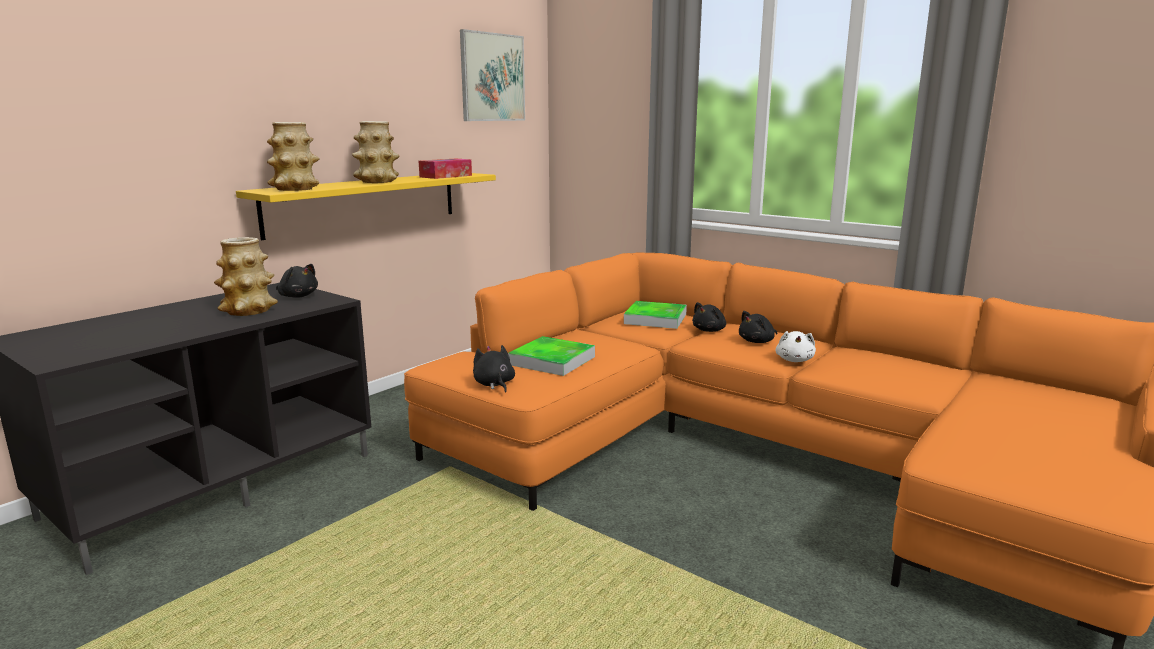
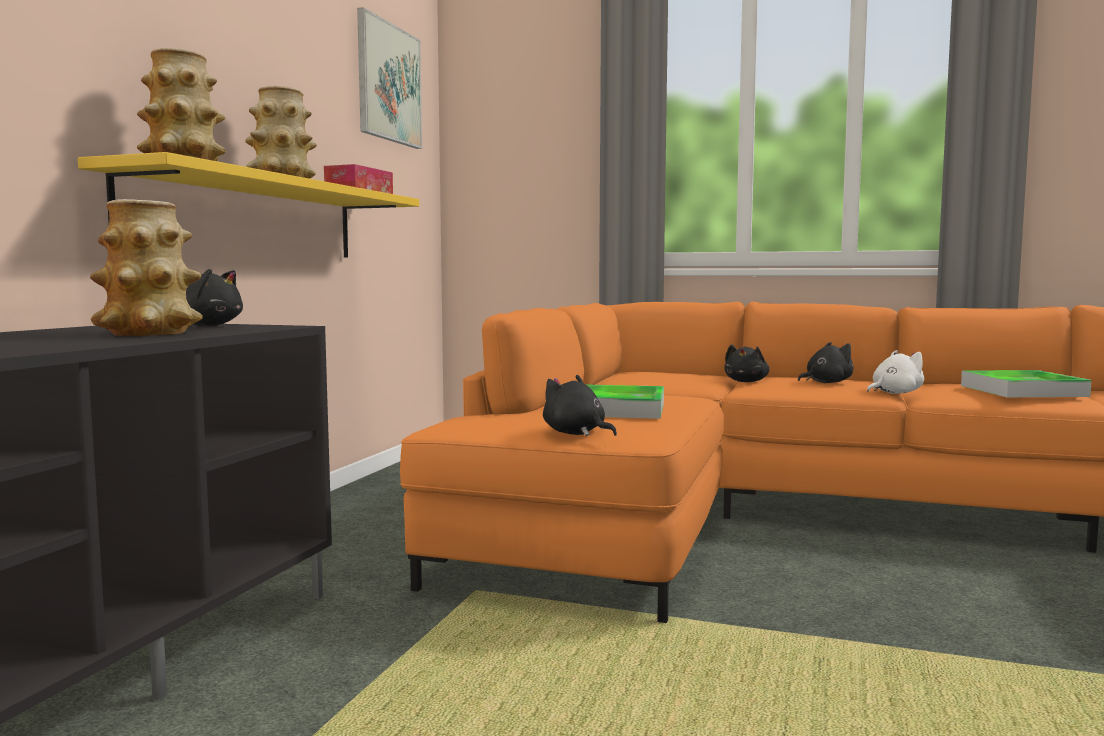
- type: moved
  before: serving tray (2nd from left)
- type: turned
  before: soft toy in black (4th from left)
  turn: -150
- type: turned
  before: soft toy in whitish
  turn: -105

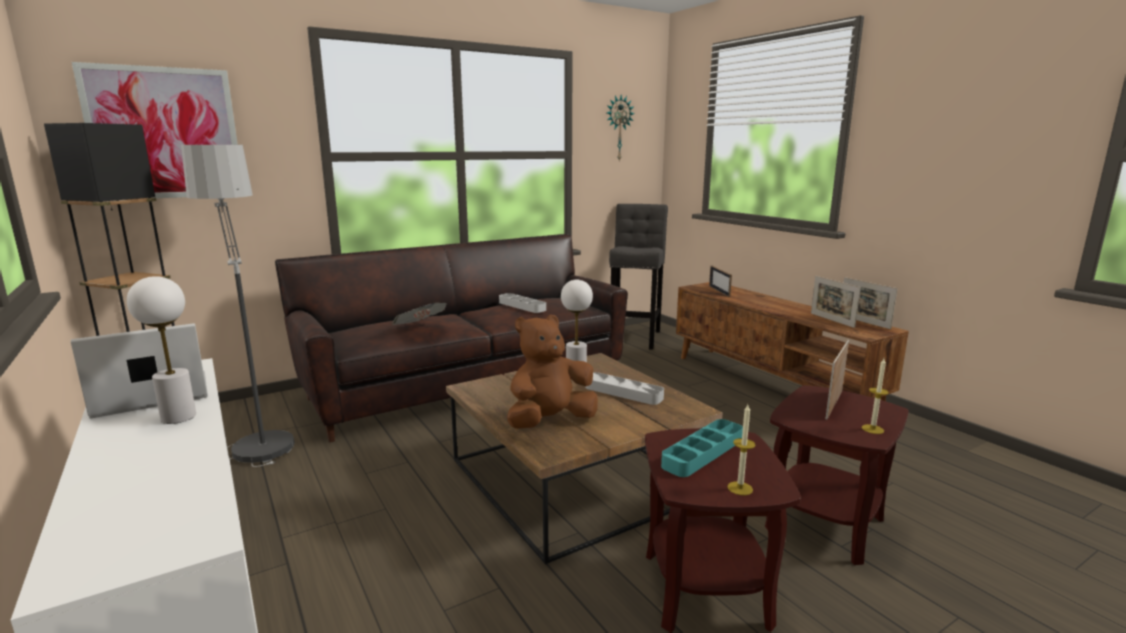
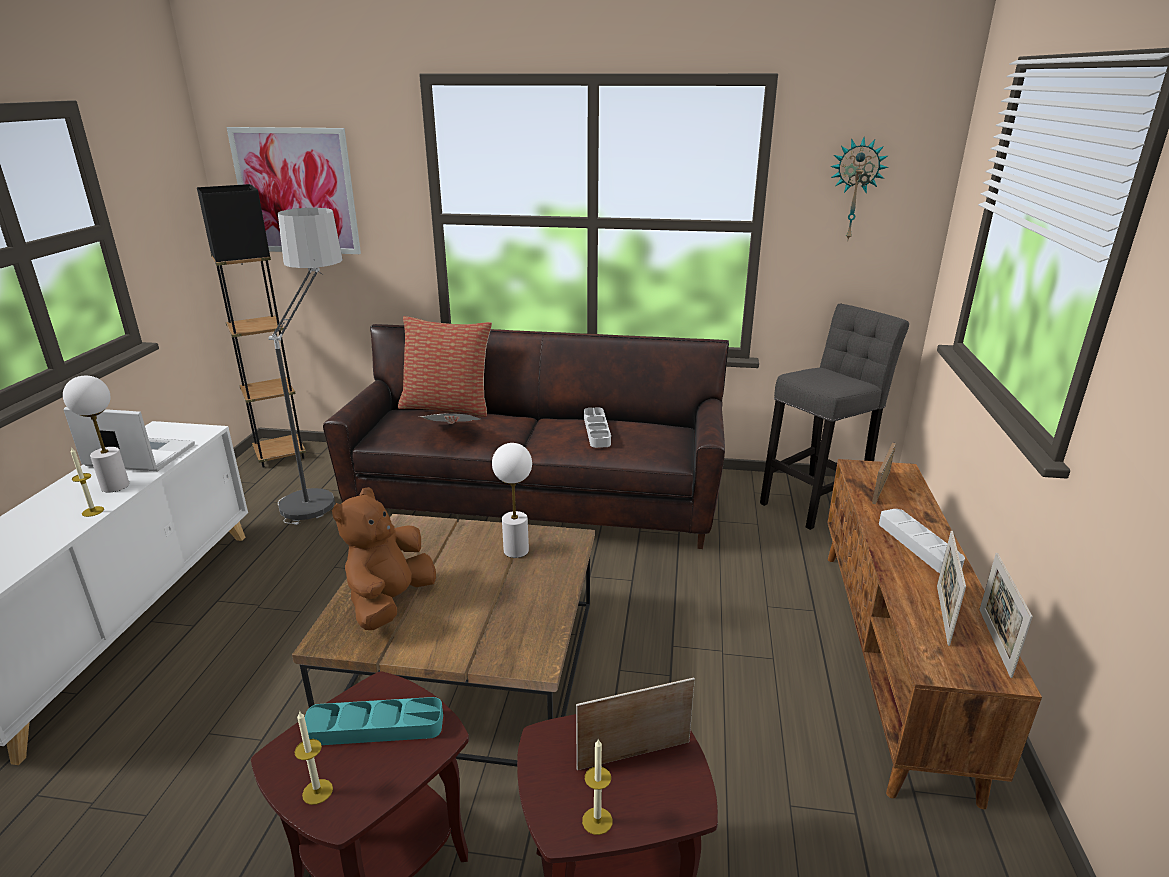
- type: turned
  before: soft toy in brown
  turn: -75
- type: moved
  before: serving tray in grey (2nd from left)
- type: added
  after: throw pillow
- type: added
  after: wax light (1st from left)

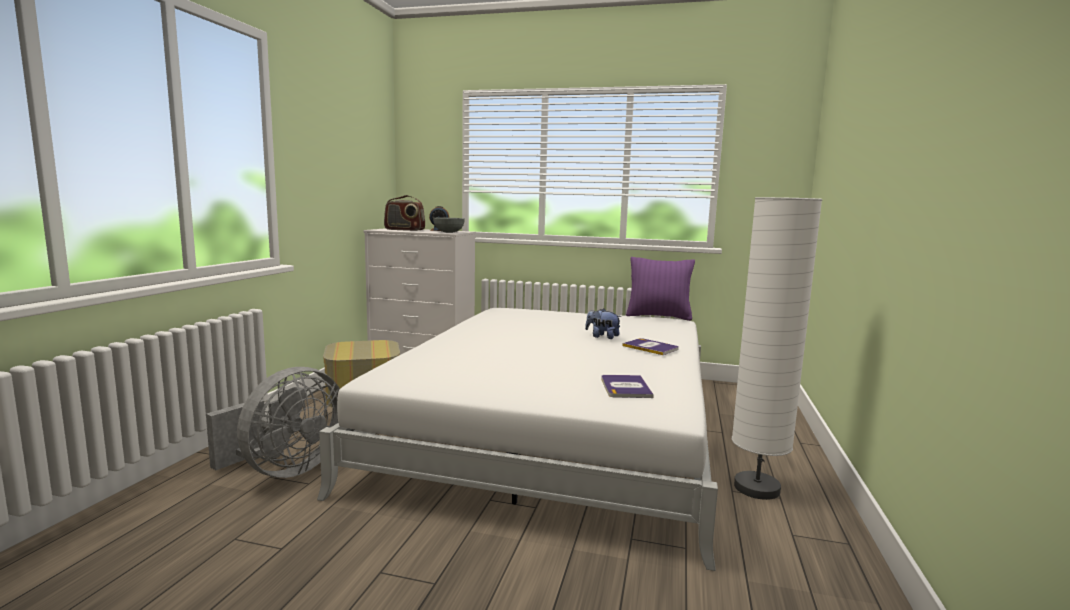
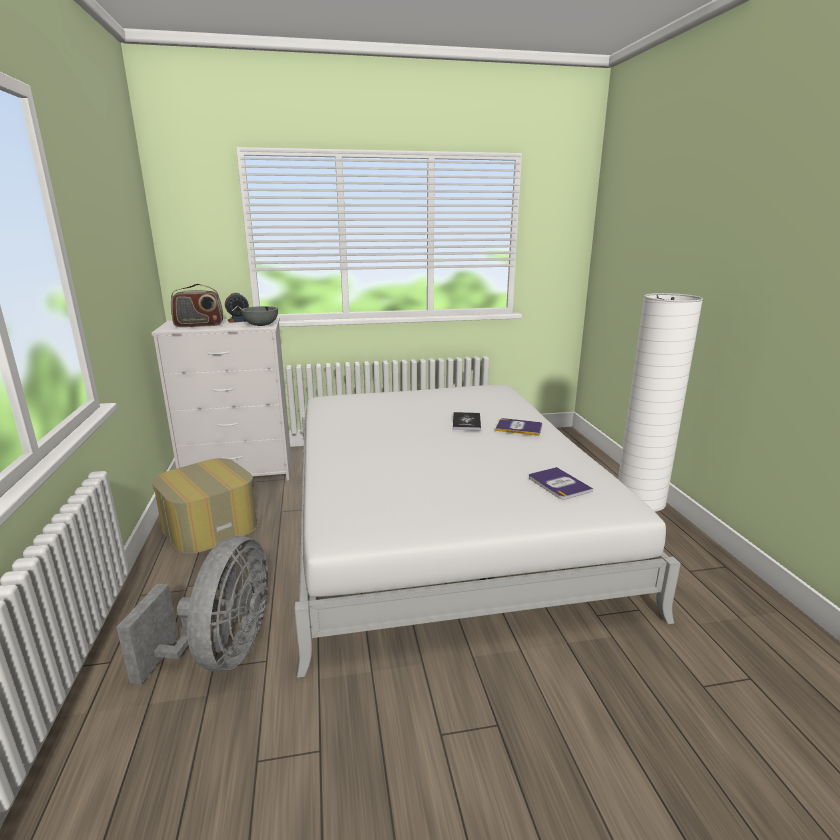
- type: removed
  before: throw pillow in purple-coloured
- type: replaced
  before: soft toy
  after: volume (1st from left)

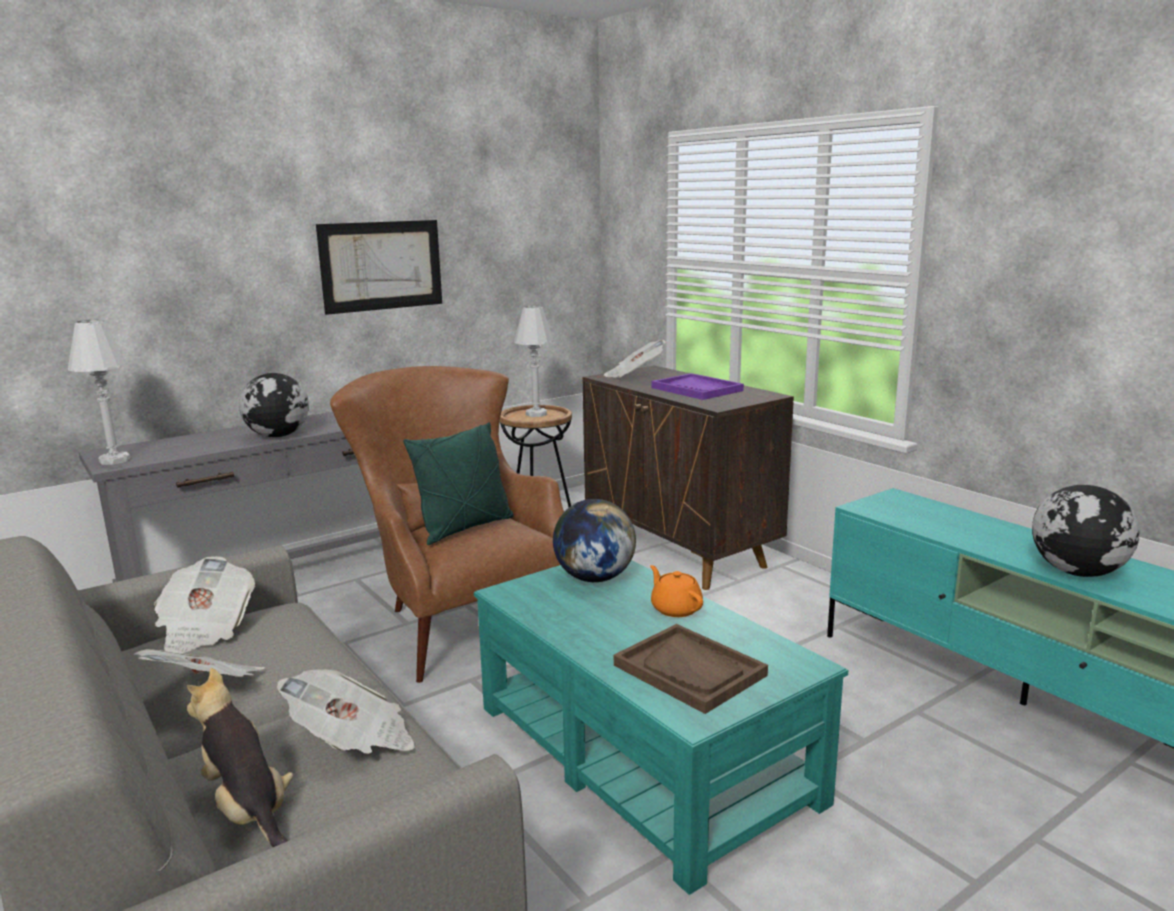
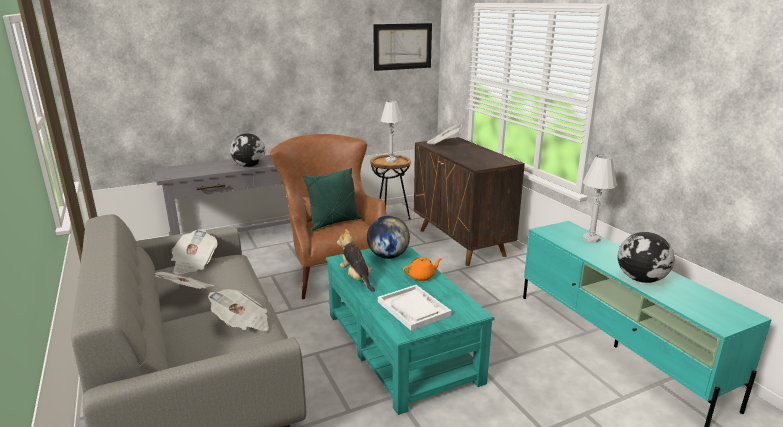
- type: moved
  before: wall picture
- type: moved
  before: table lamp in whitish (1st from left in the first image)
  after: table lamp in whitish (2nd from left)
- type: removed
  before: serving tray in purple-coloured
- type: turned
  before: teapot in orange-coloured
  turn: 90
- type: recoloured
  before: serving tray in brown
  after: serving tray in whitish
- type: moved
  before: soft toy

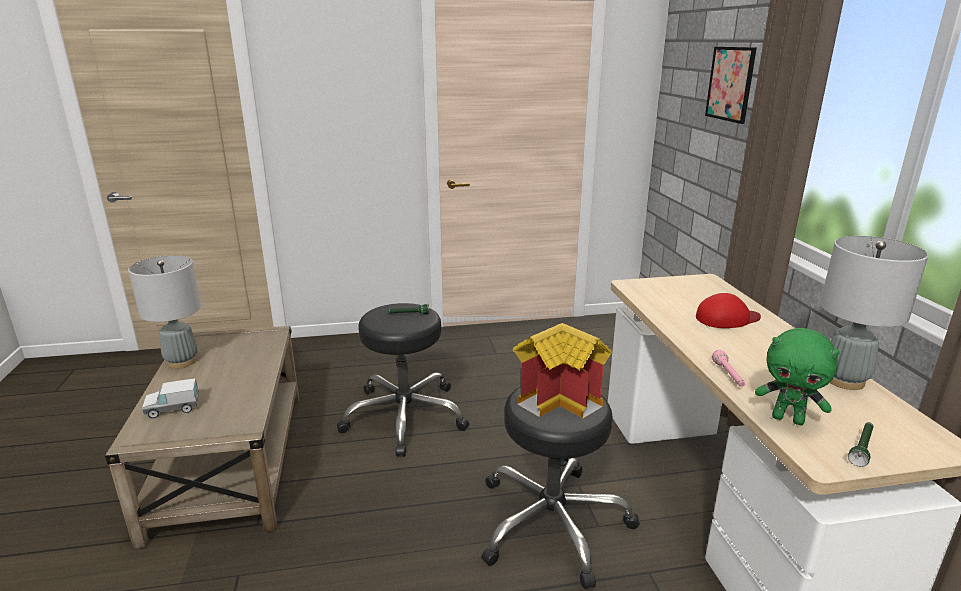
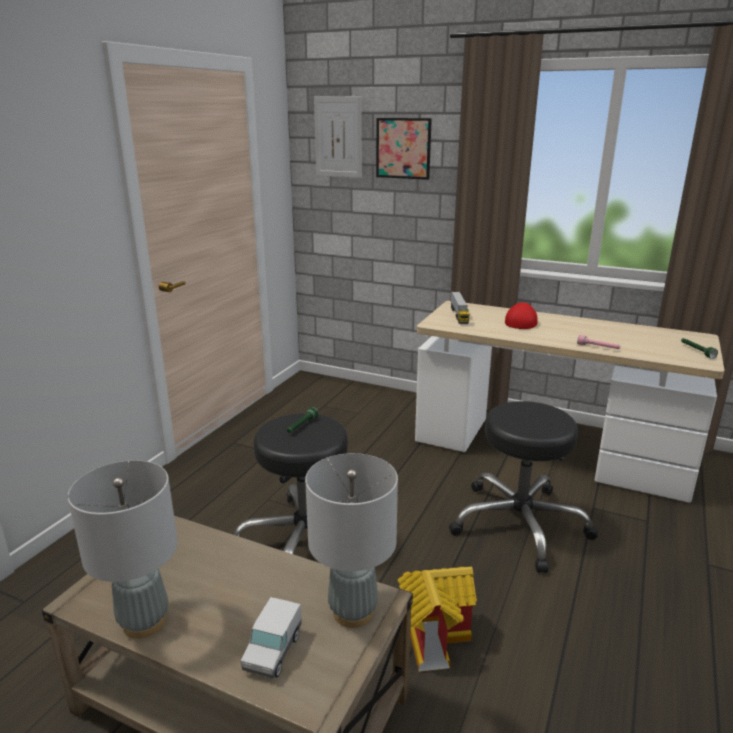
- type: moved
  before: table lamp in grey (2nd from left)
- type: moved
  before: model house
- type: removed
  before: soft toy in green-coloured
- type: added
  after: wall picture (1st from left)
- type: added
  after: toy lorry (2nd from left)

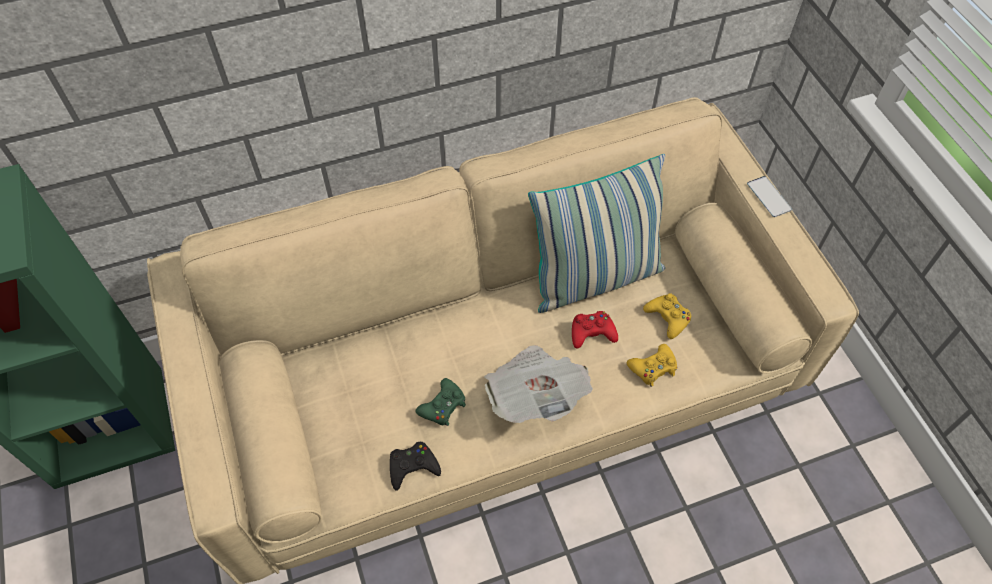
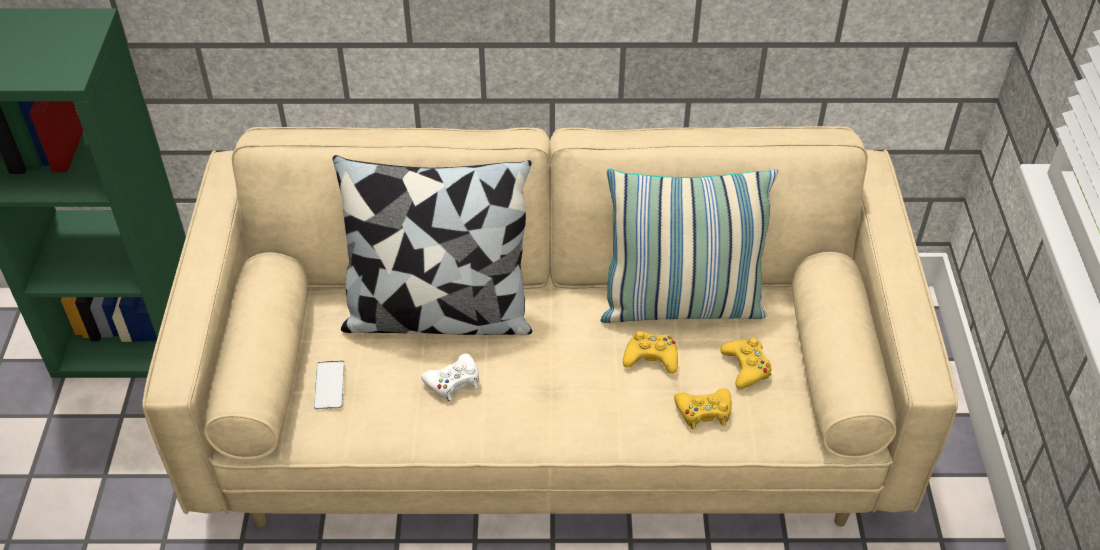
- type: moved
  before: handset
- type: recoloured
  before: game controller in red-coloured
  after: game controller in yellow-coloured (1st from left)
- type: removed
  before: printed paper
- type: recoloured
  before: game controller in green-coloured
  after: game controller in whitish
- type: removed
  before: game controller in black
- type: added
  after: throw pillow (1st from left)

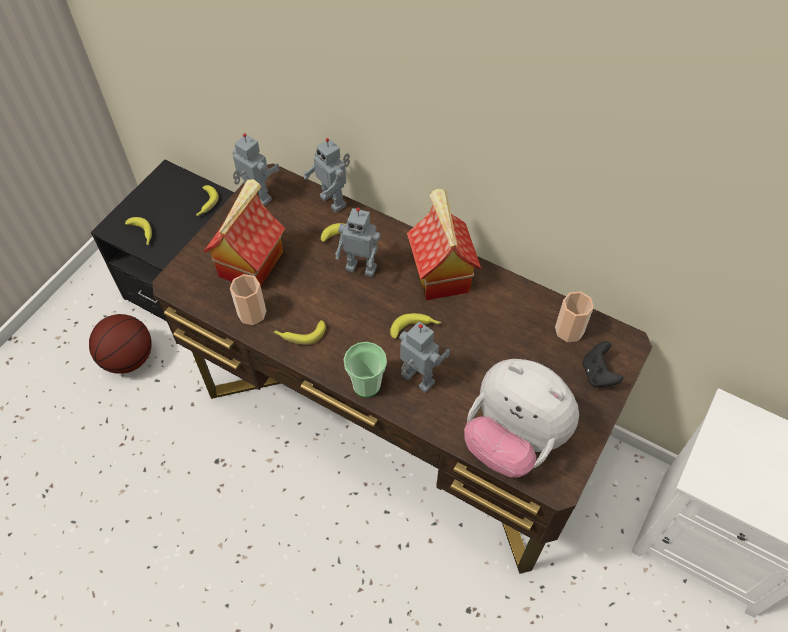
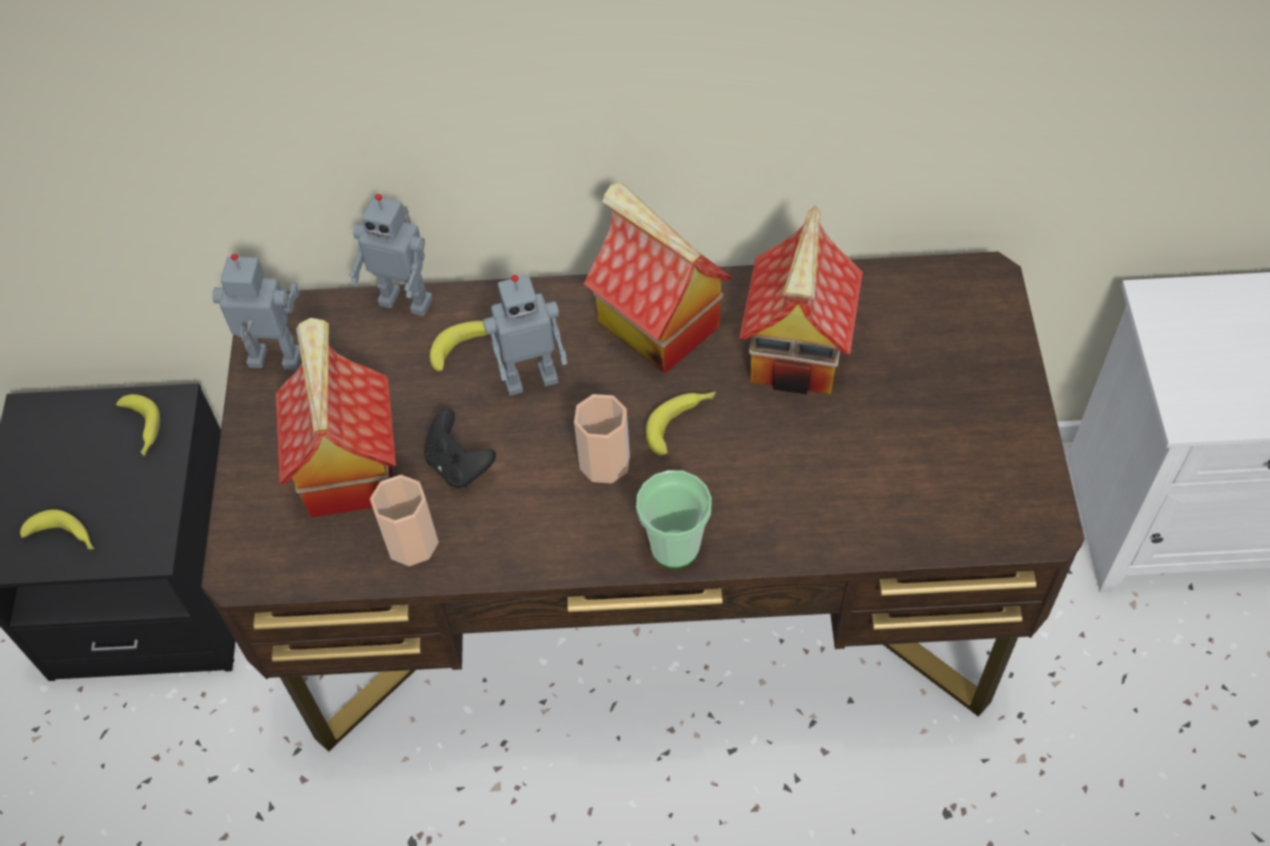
- type: moved
  before: drinking cup (3rd from left in the first image)
  after: drinking cup (2nd from left)
- type: removed
  before: basketball ball
- type: removed
  before: banana fruit (3rd from left)
- type: removed
  before: robot figure (4th from left)
- type: moved
  before: game controller in black
- type: removed
  before: soft toy
- type: added
  after: model house (3rd from left)

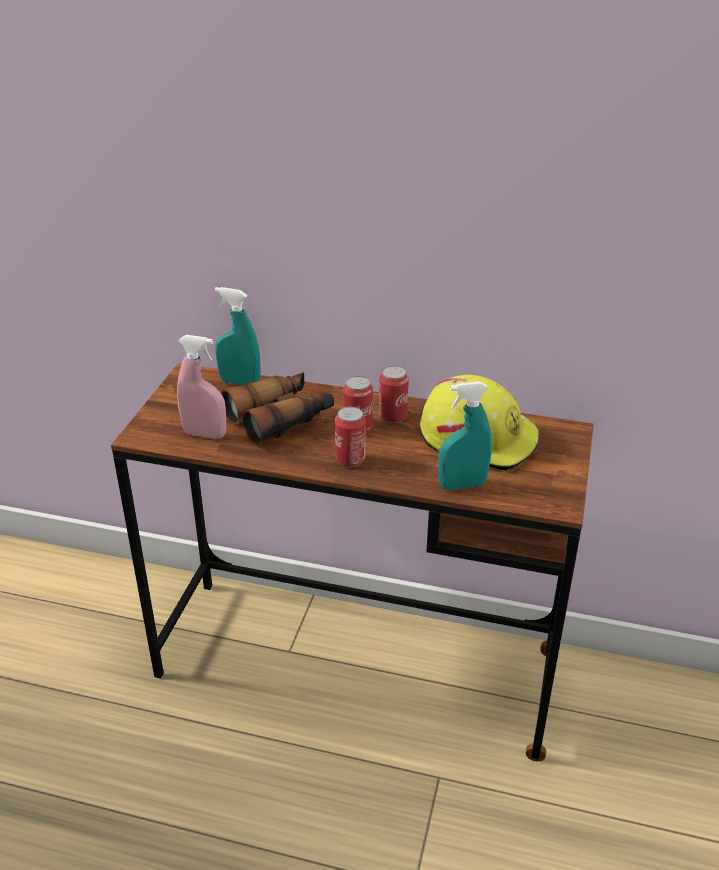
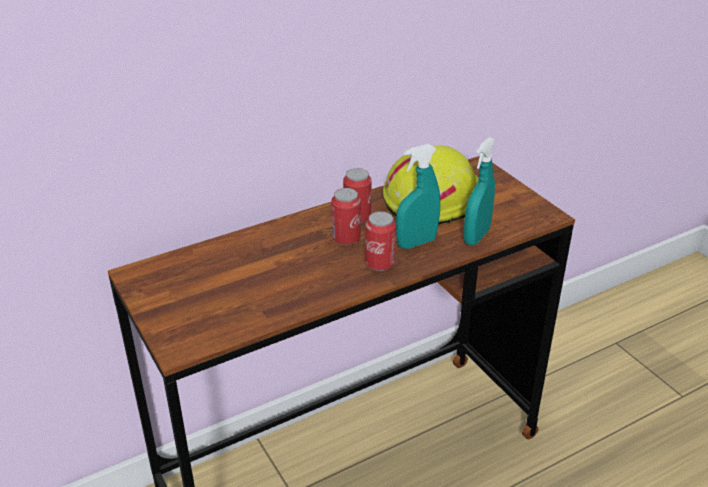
- type: moved
  before: hand sprayer in turquoise-coloured (1st from left)
- type: removed
  before: hand sprayer in pink
- type: removed
  before: field glasses

